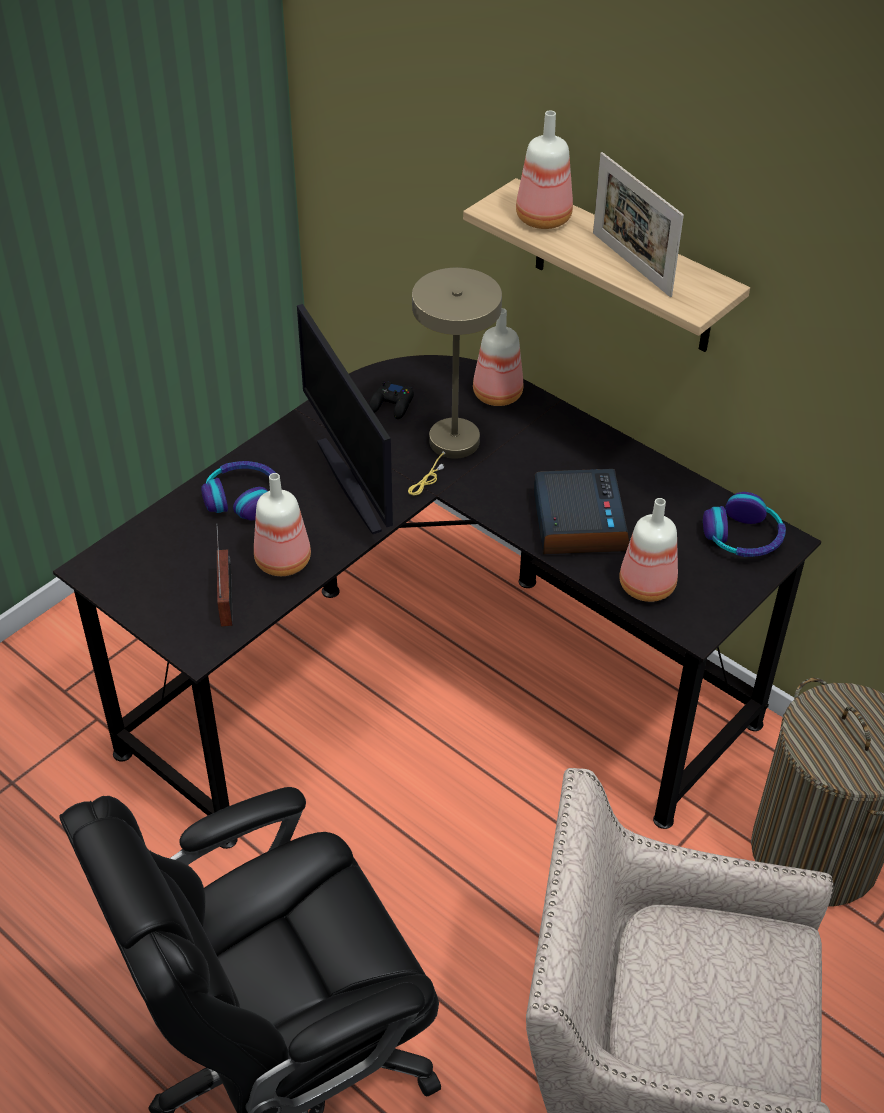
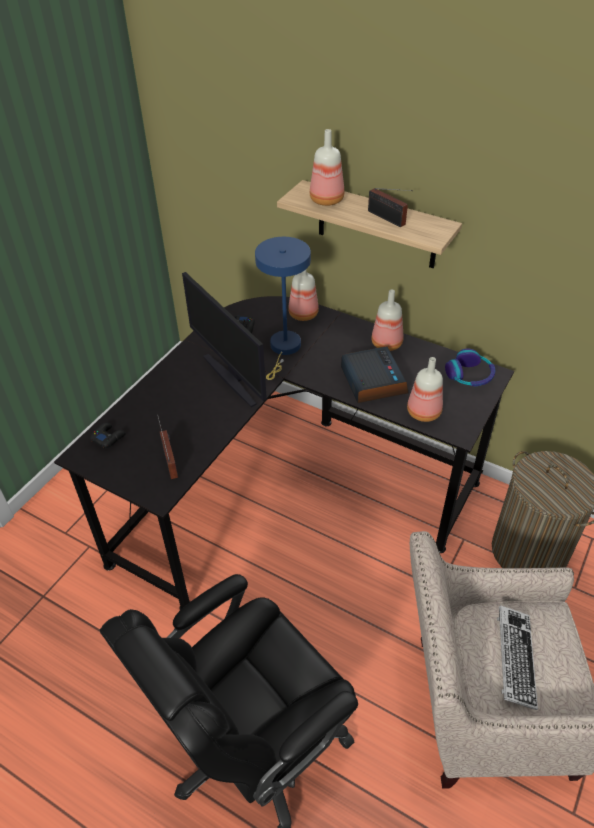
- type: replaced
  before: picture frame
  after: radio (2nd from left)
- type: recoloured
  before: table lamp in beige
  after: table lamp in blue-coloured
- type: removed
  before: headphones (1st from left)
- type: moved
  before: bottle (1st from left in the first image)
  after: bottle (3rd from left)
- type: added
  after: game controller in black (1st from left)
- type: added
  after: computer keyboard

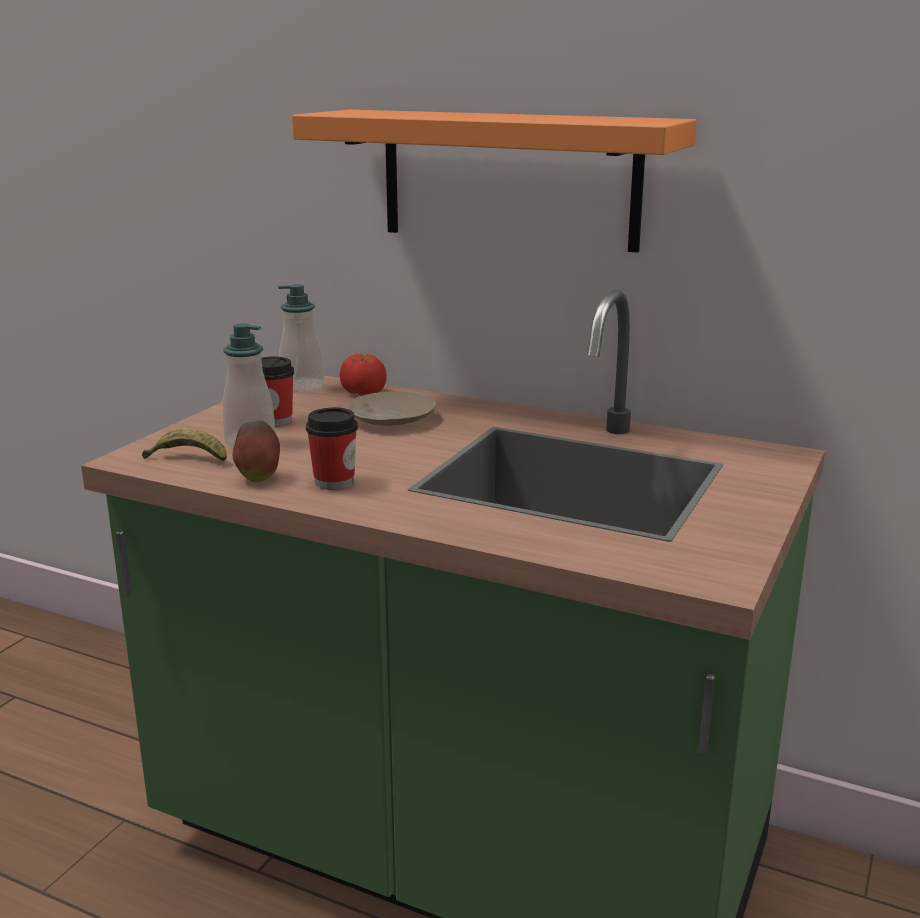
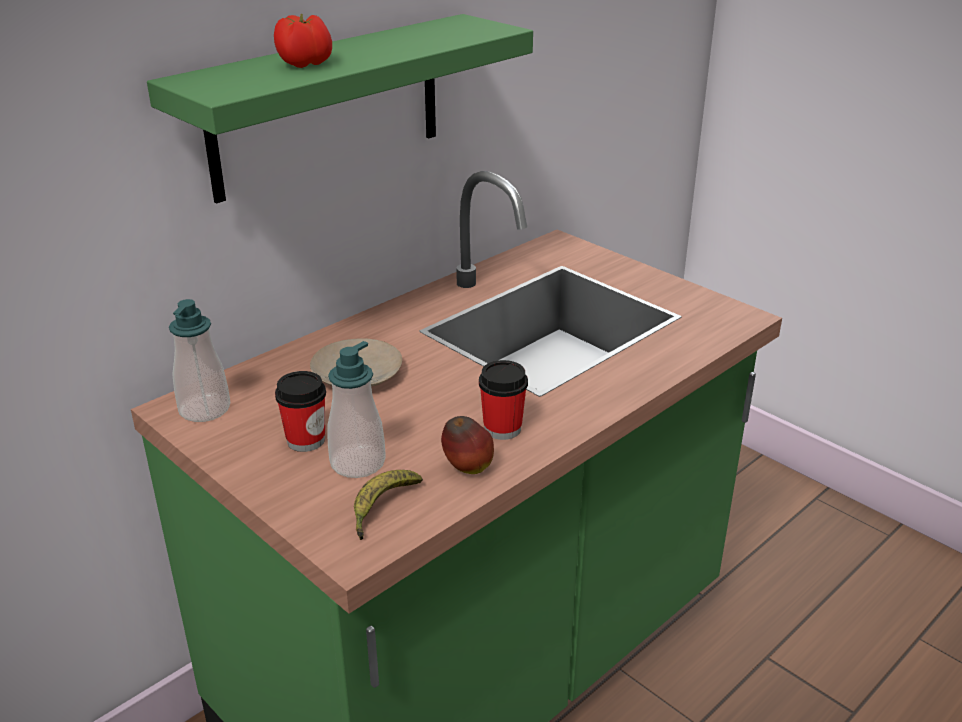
- type: recoloured
  before: wall shelf in orange-coloured
  after: wall shelf in green-coloured
- type: moved
  before: whole tomato

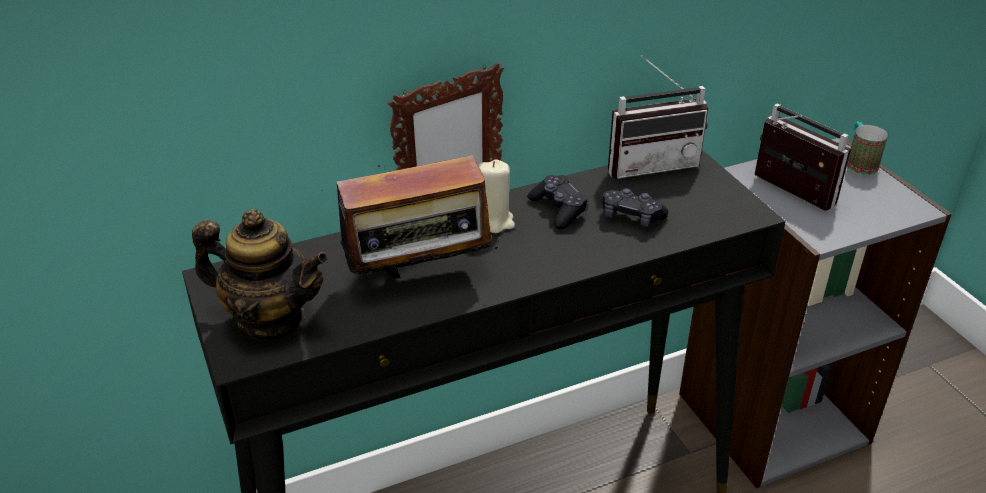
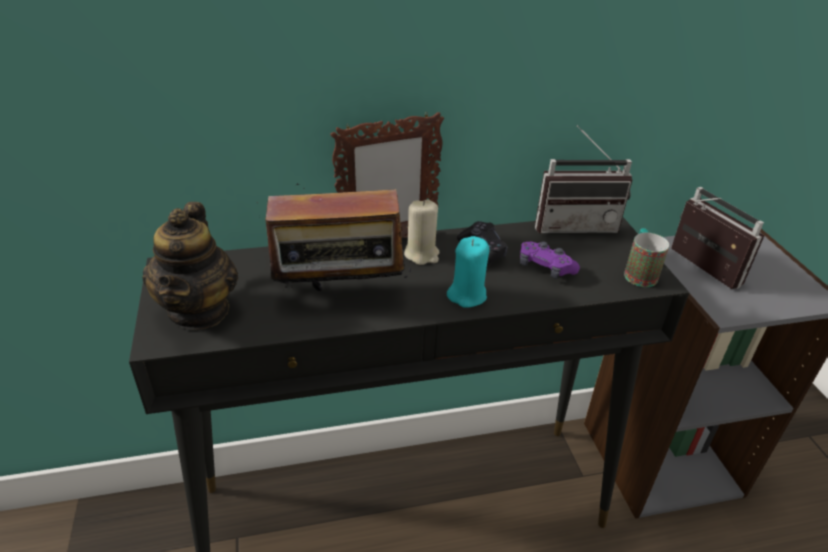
- type: moved
  before: tea mug
- type: recoloured
  before: game controller in black (2nd from left)
  after: game controller in purple-coloured
- type: turned
  before: teapot
  turn: 60
- type: added
  after: wax light in turquoise-coloured

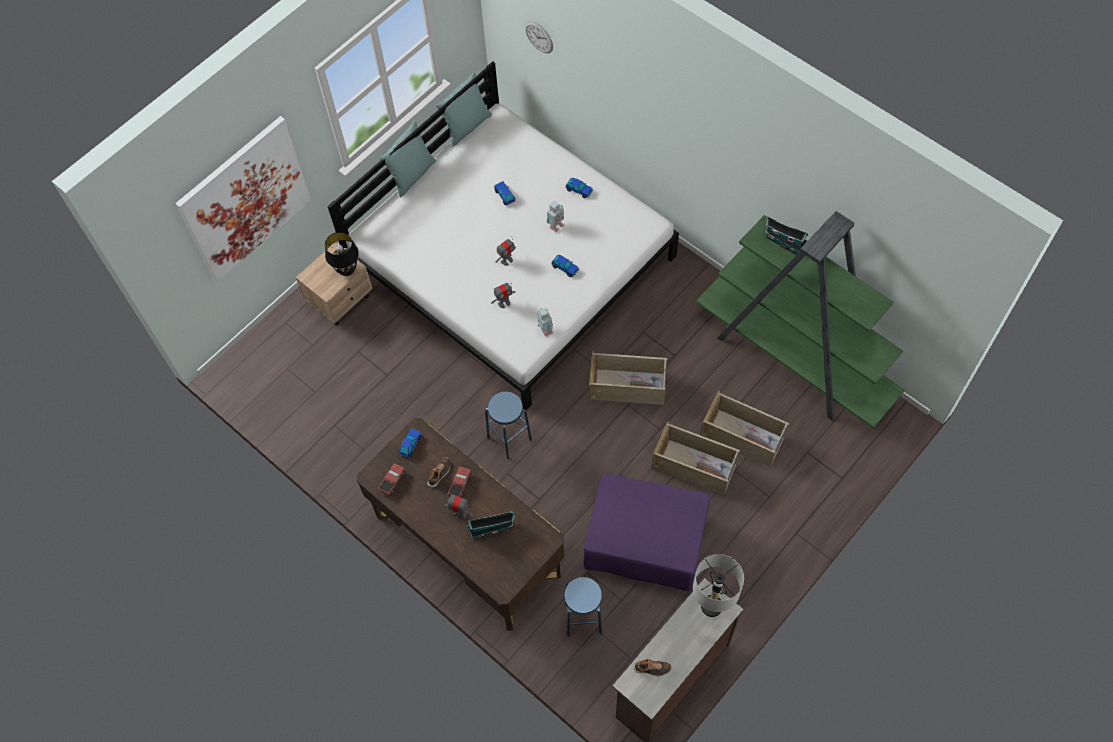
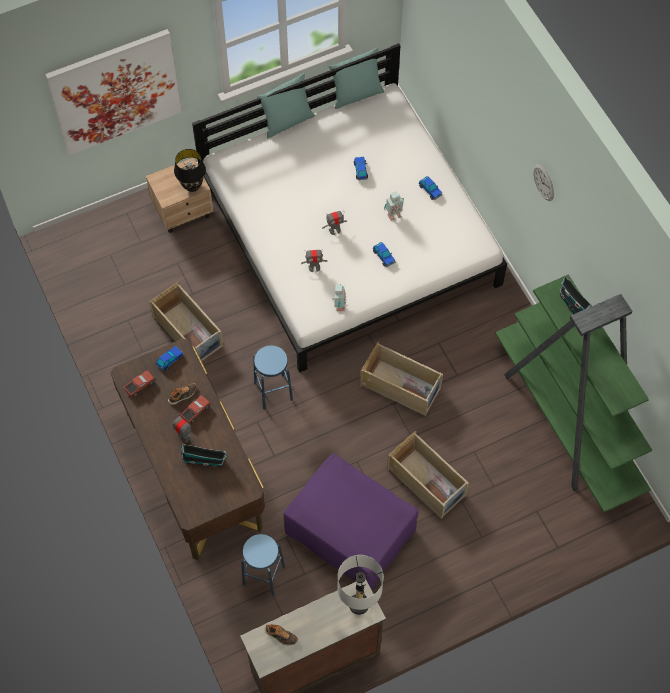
- type: moved
  before: hanging clock
- type: moved
  before: storage container in beige (3rd from left in the first image)
  after: storage container in beige (1st from left)

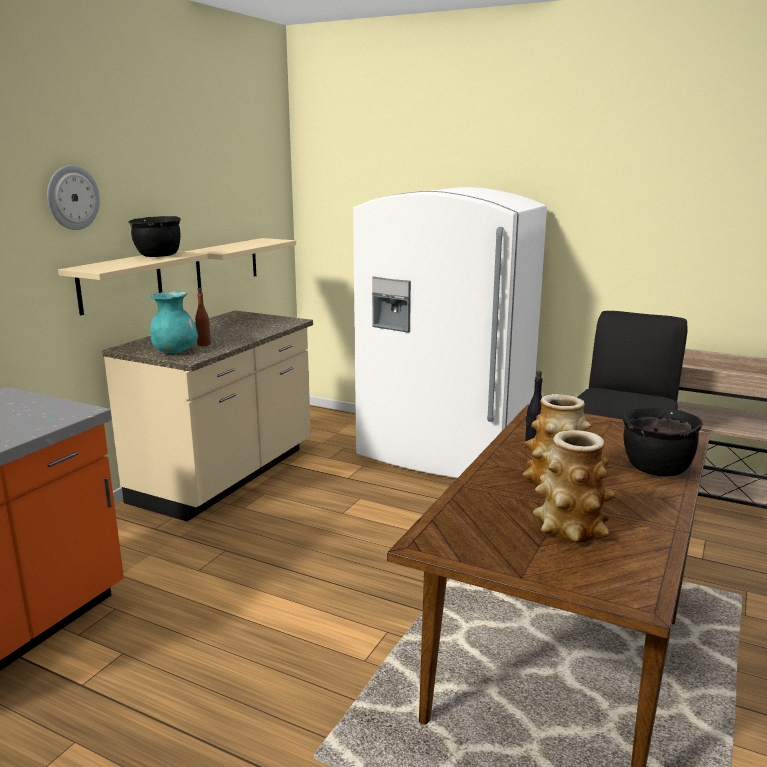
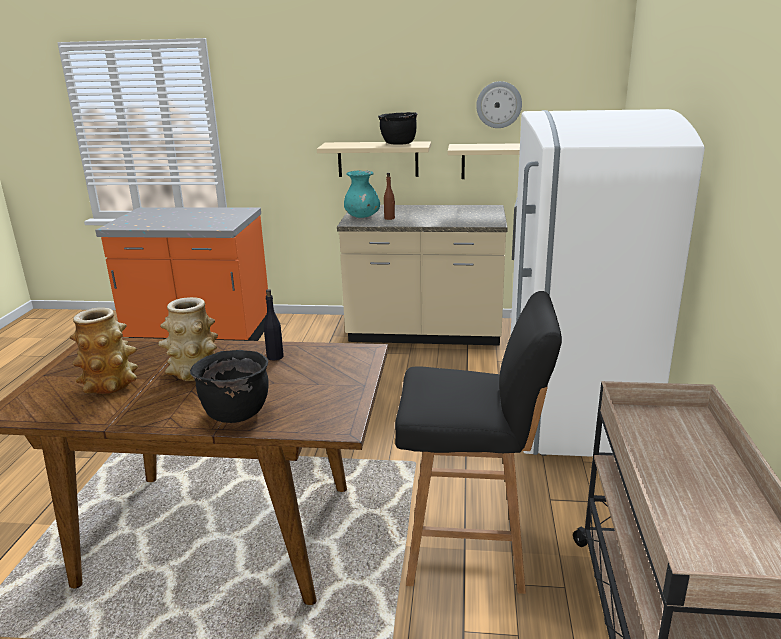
- type: moved
  before: hanging clock

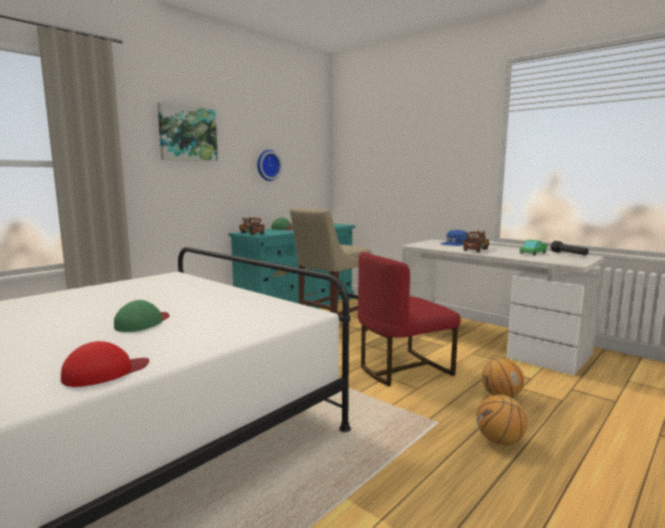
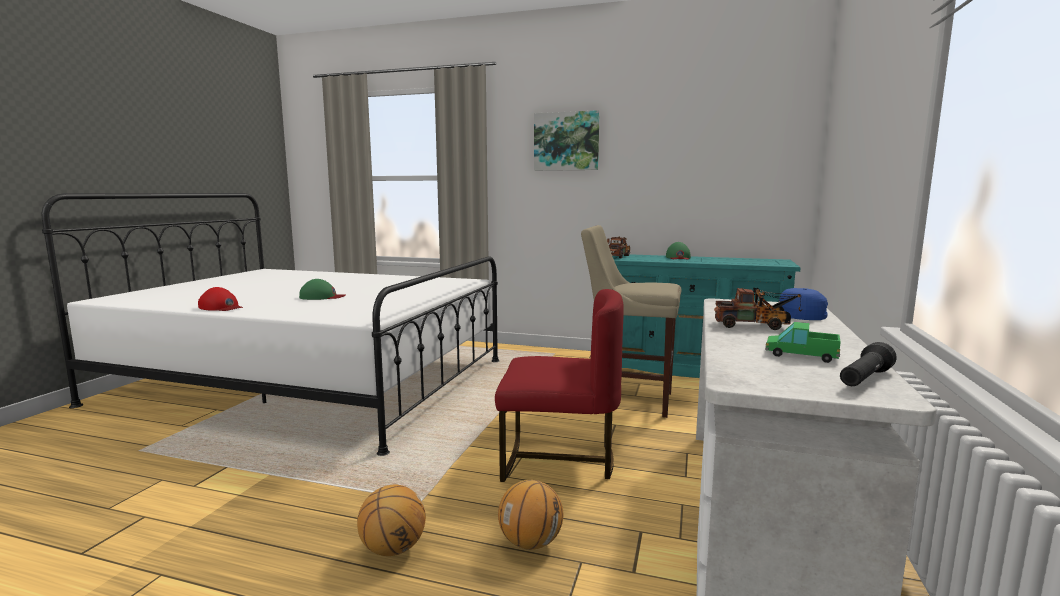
- type: removed
  before: hanging clock
- type: turned
  before: plain chair in red-coloured
  turn: 150

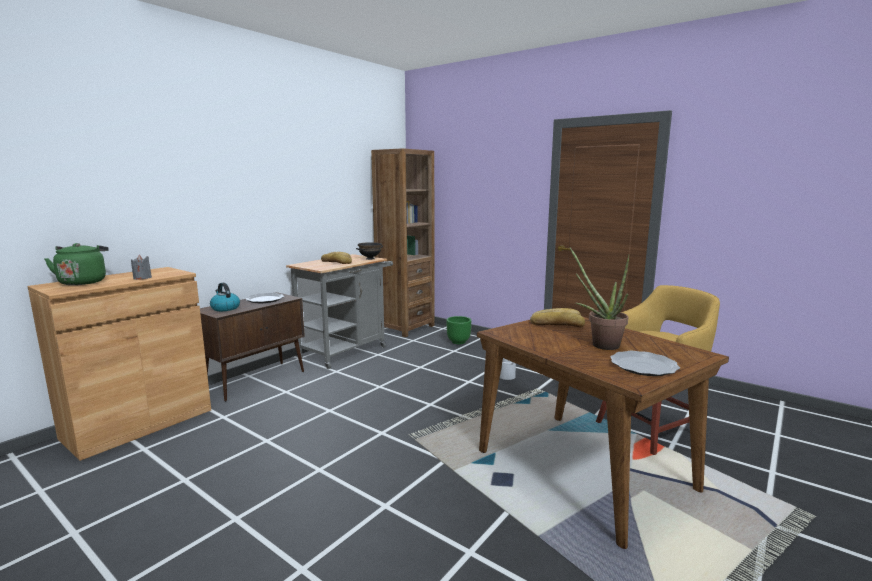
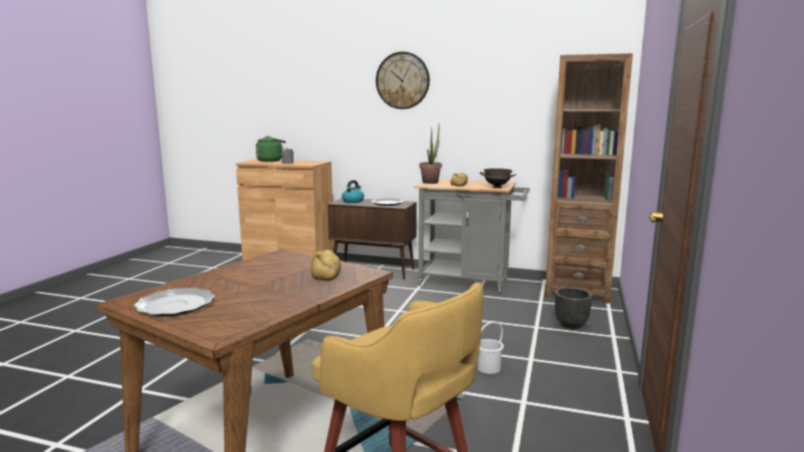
- type: moved
  before: potted plant
- type: recoloured
  before: planter in green-coloured
  after: planter in black
- type: added
  after: hanging clock

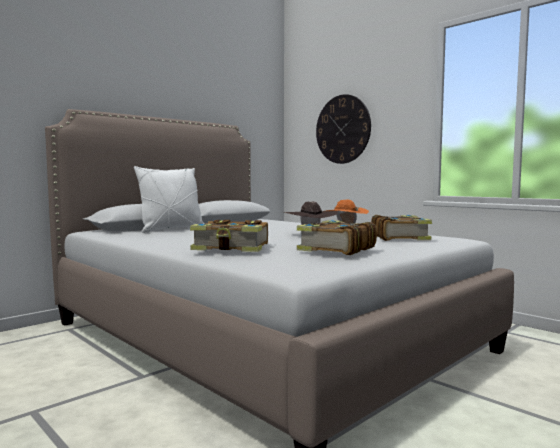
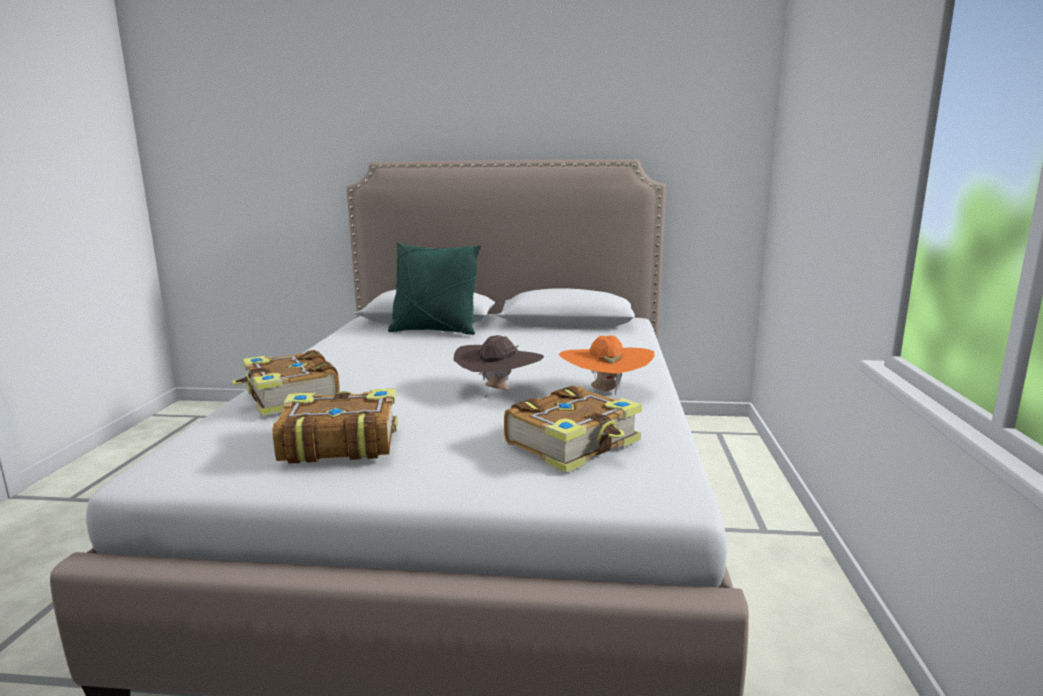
- type: removed
  before: hanging clock
- type: recoloured
  before: throw pillow in whitish
  after: throw pillow in green-coloured

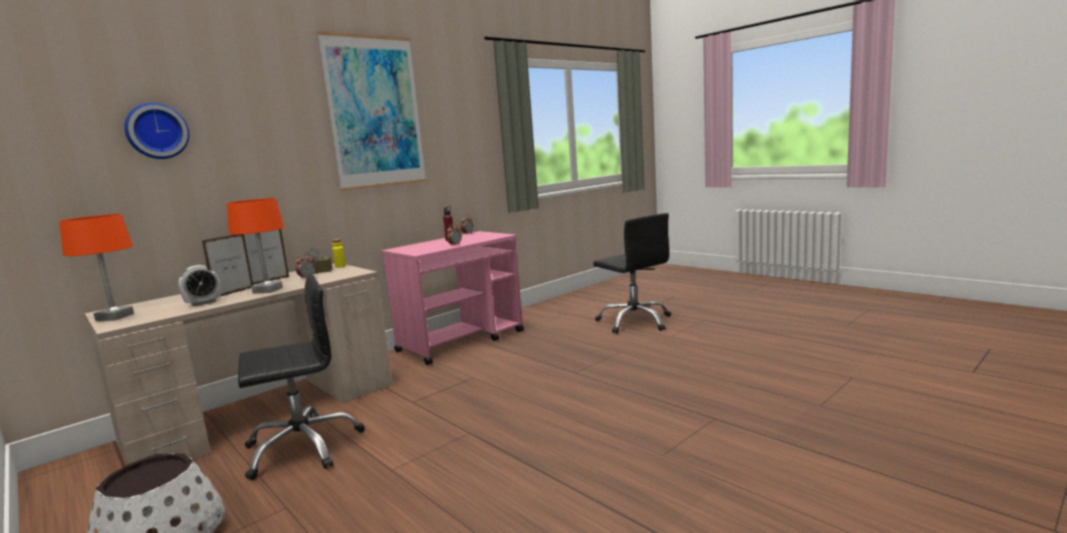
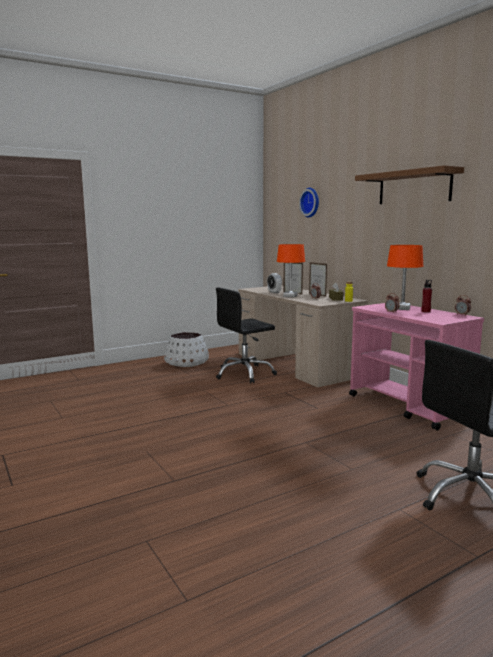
- type: replaced
  before: wall picture
  after: wall shelf
- type: moved
  before: table lamp in orange-coloured (1st from left in the first image)
  after: table lamp in orange-coloured (2nd from left)
- type: turned
  before: office chair in black (1st from left)
  turn: 75

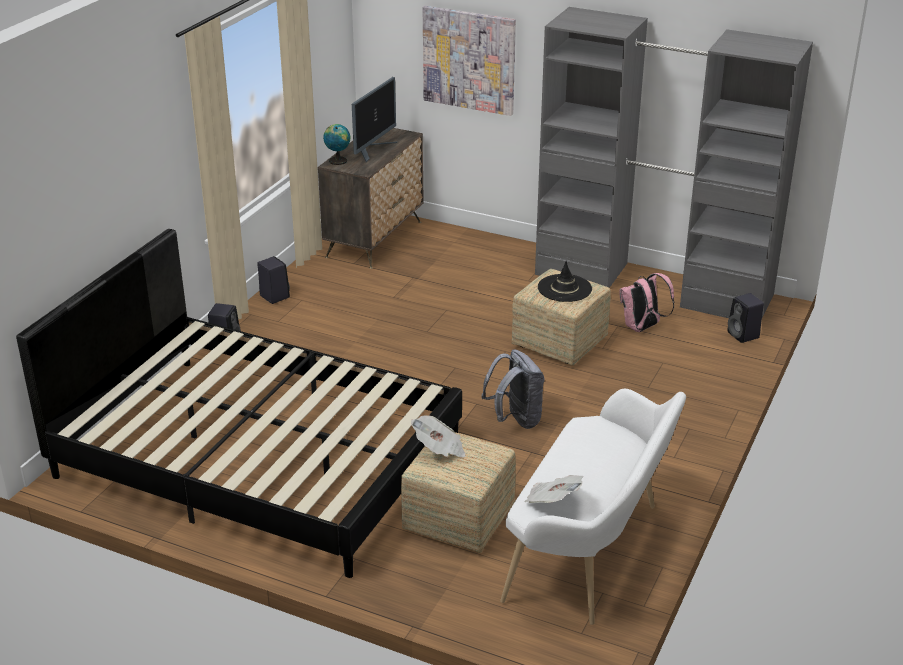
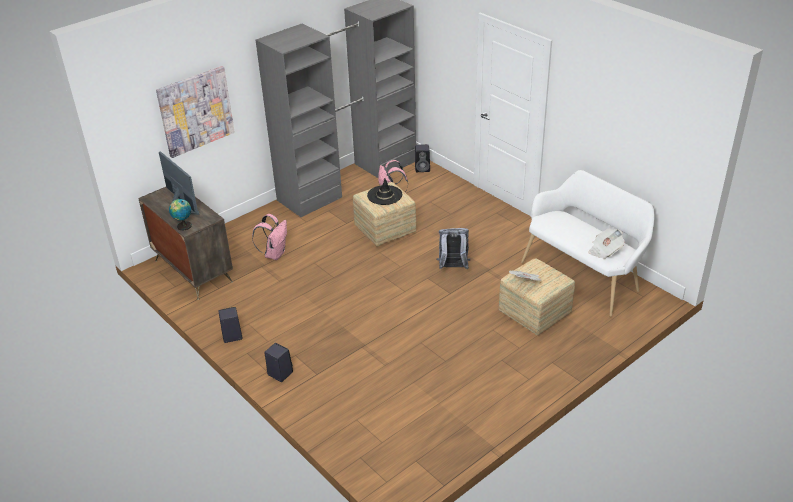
- type: removed
  before: bedroom bed in black
- type: added
  after: rucksack in pink (1st from left)

